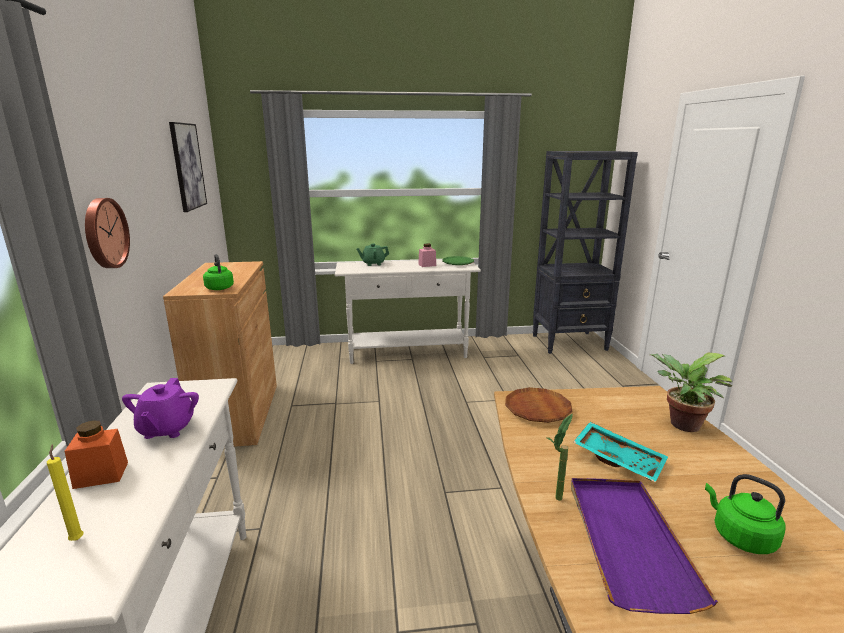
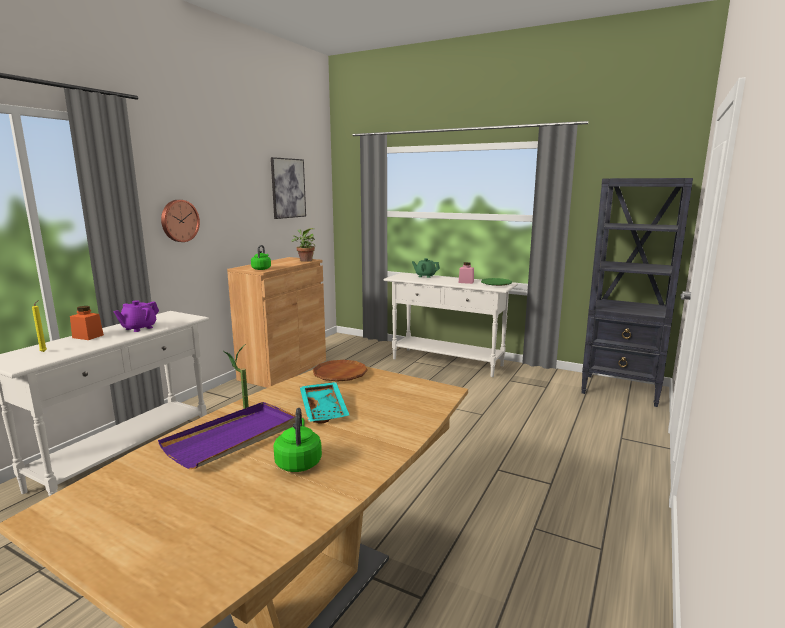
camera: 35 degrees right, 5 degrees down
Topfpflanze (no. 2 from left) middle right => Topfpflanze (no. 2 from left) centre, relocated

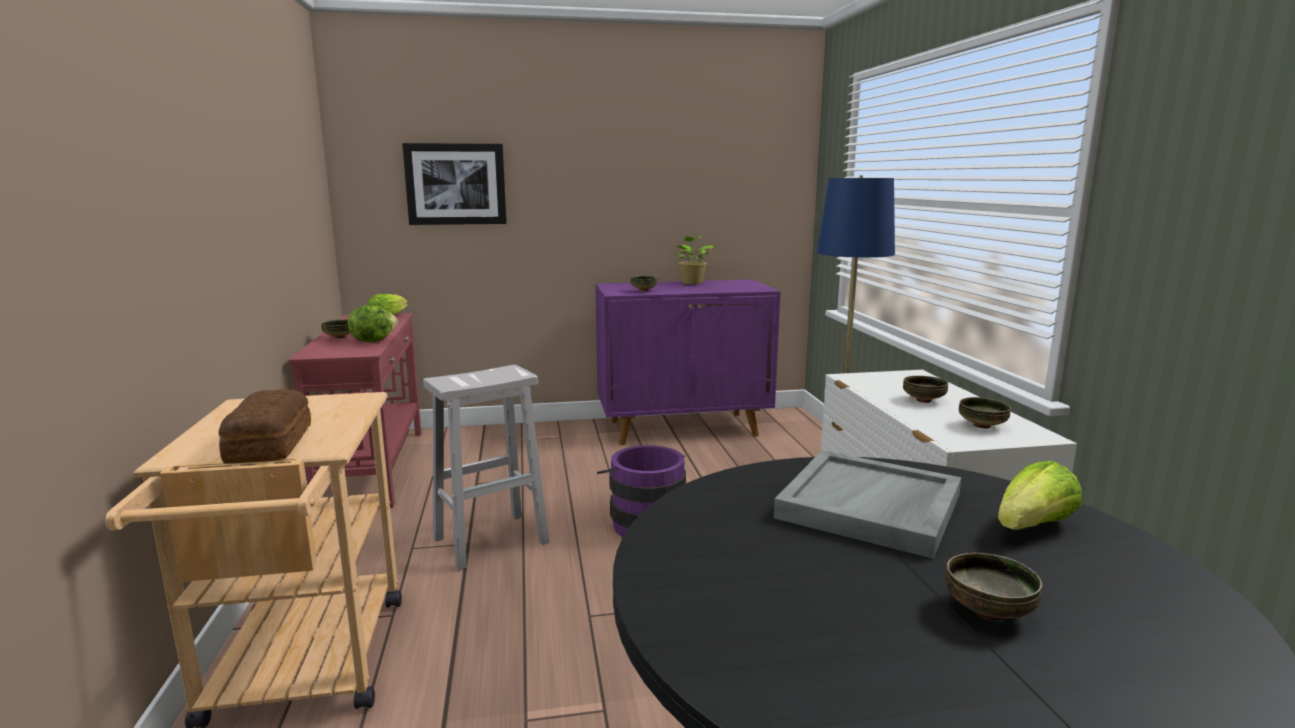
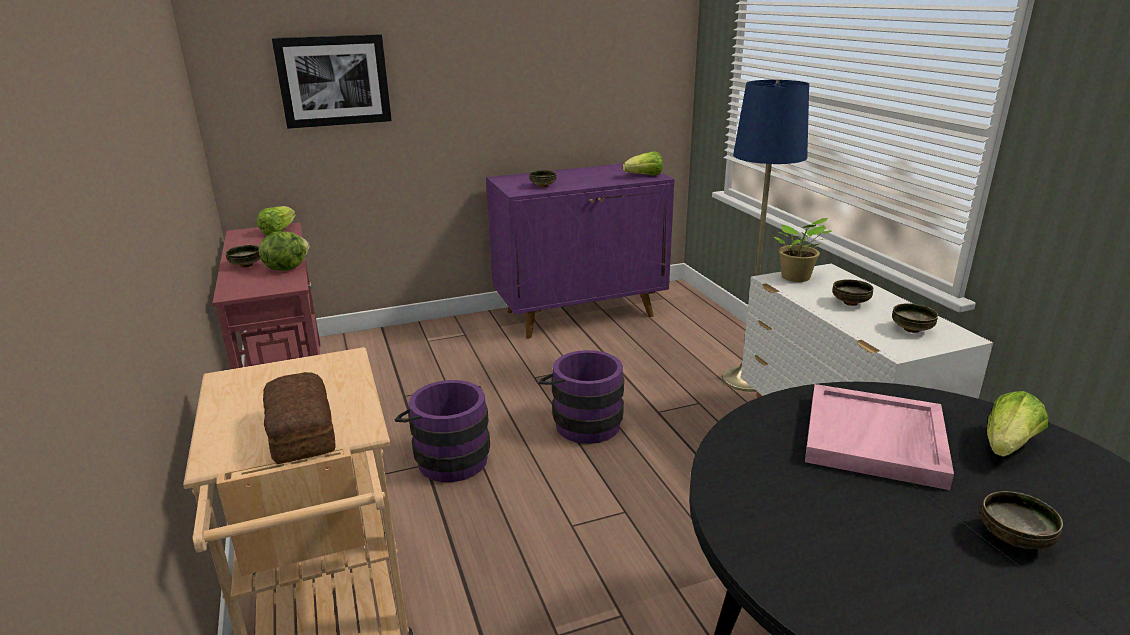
camera: 10 degrees left, 10 degrees up
Topfpflanze centre => Topfpflanze middle right, relocated
Hocker/weiß centre => Eimer/lila (no. 1 from left) bottom centre
Tablett/grau bottom right => Tablett/rosa bottom right
nothing => Salatkopf (no. 3 from left) top centre

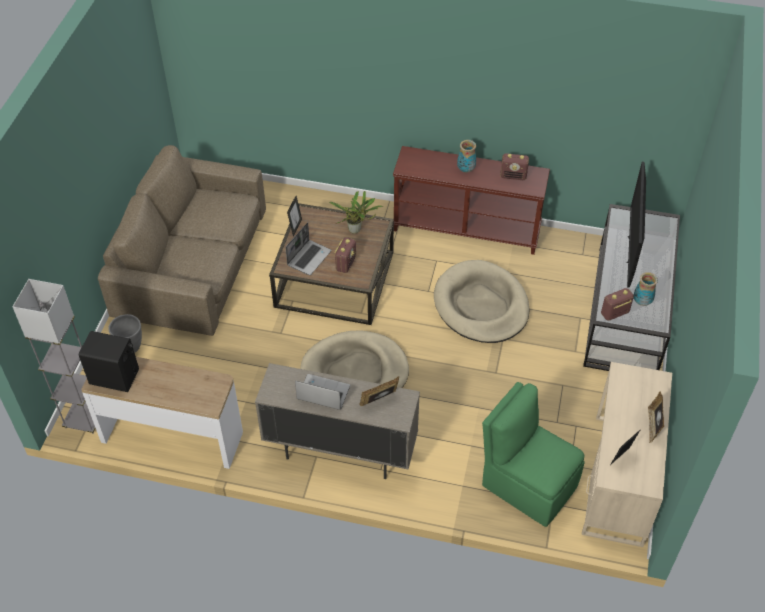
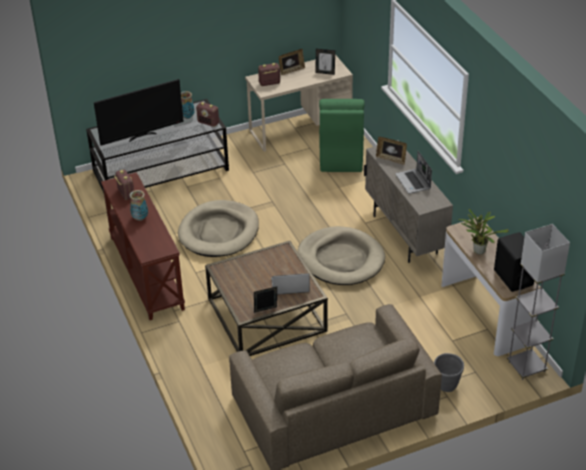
camera: 125 degrees left, 10 degrees down
Topfpflanze centre => Topfpflanze middle right, relocated
Radio (no. 1 from left in the first image) centre => Radio (no. 3 from left) top centre, relocated

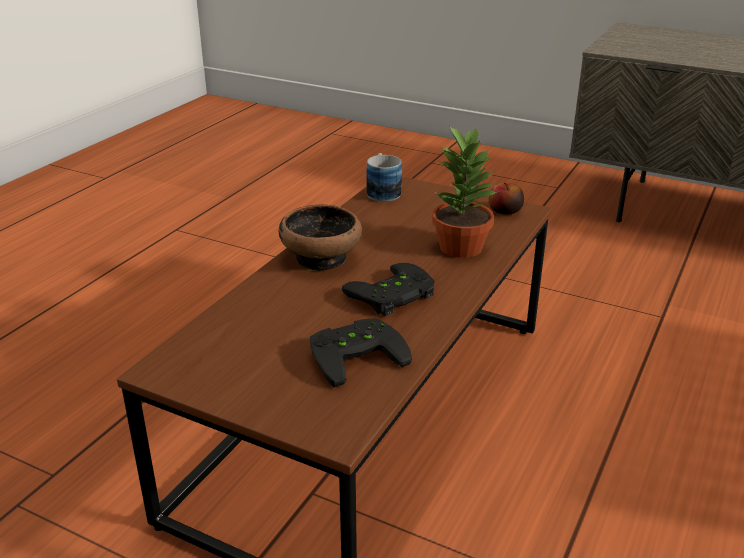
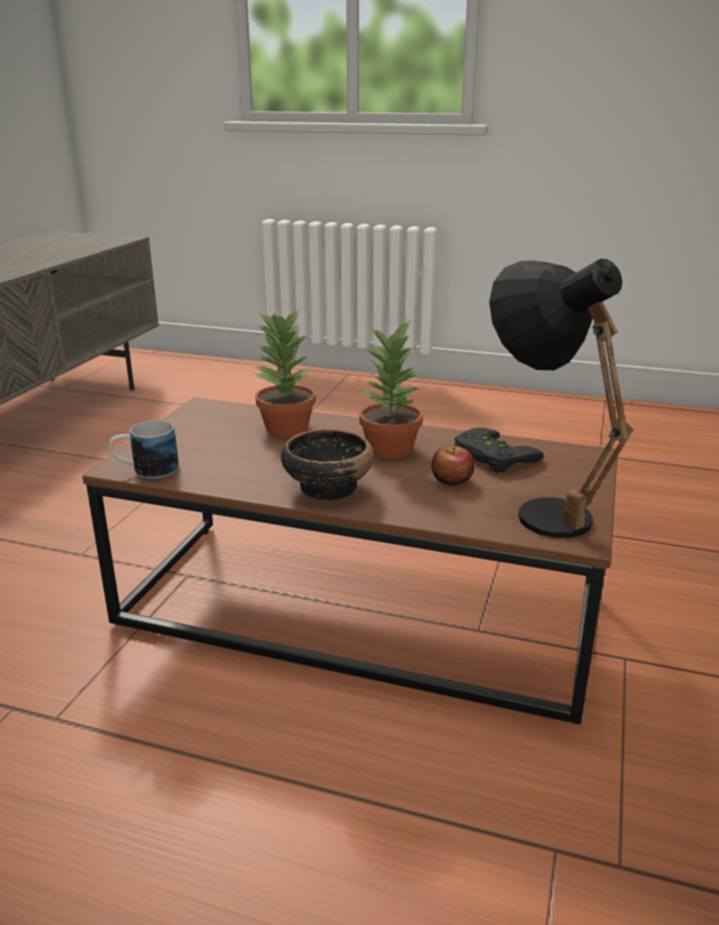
camera: 100 degrees left, 5 degrees down
Apfel middle right => Apfel centre, relocated
Gamepad/schwarz (no. 2 from left) centre => Topfpflanze (no. 2 from left) centre
nothing => Tischlampe/schwarz middle right

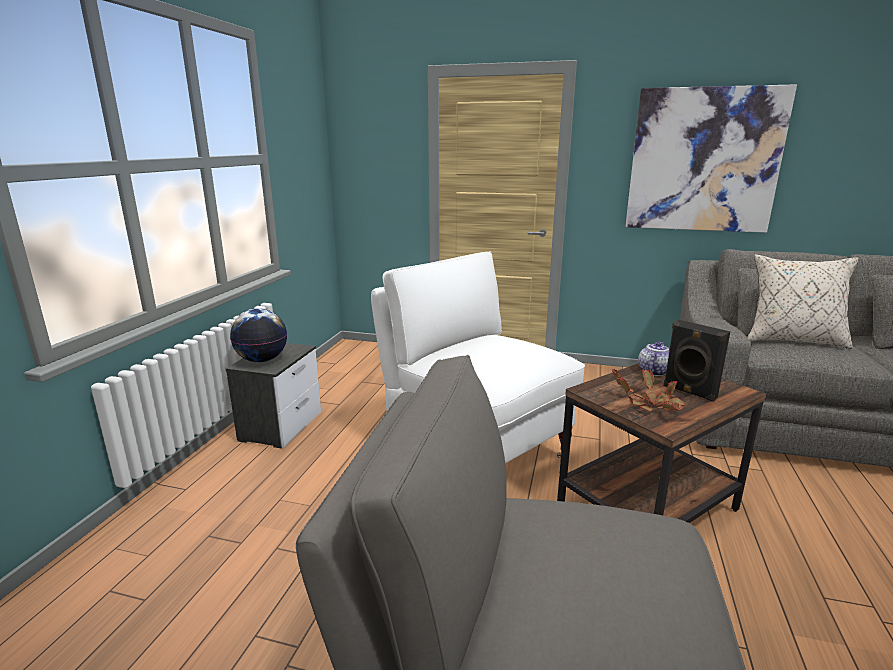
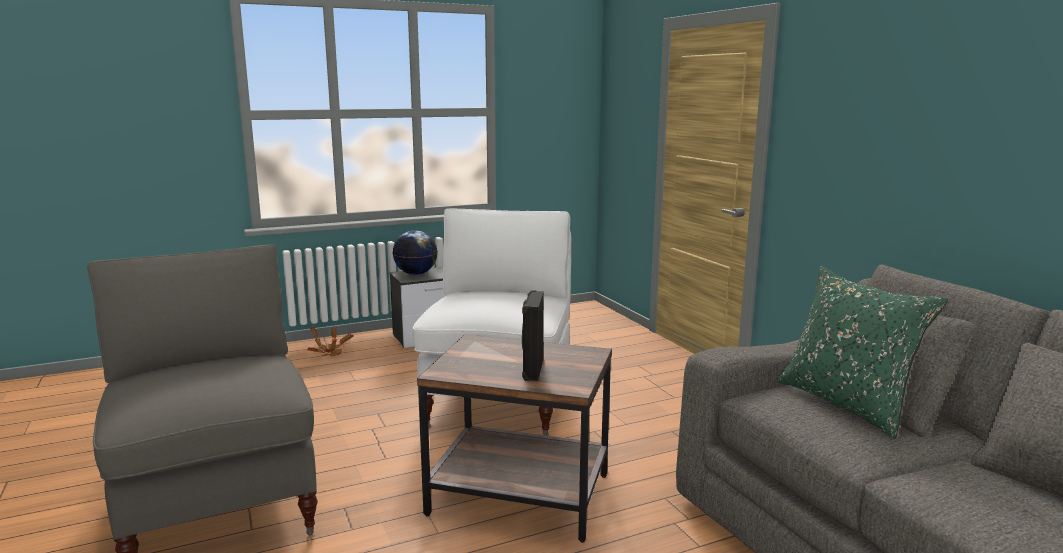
camera: 50 degrees right, 5 degrees down
Bild top right => nothing
Kissen/beige middle right => Kissen/grün middle right
Teekanne middle right => nothing
Topfpflanze middle right => Topfpflanze middle left, relocated

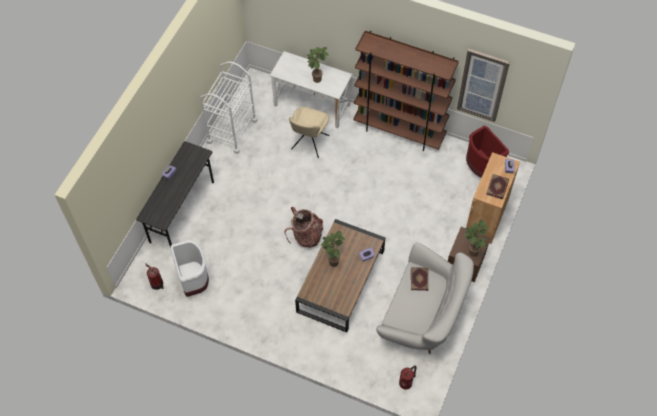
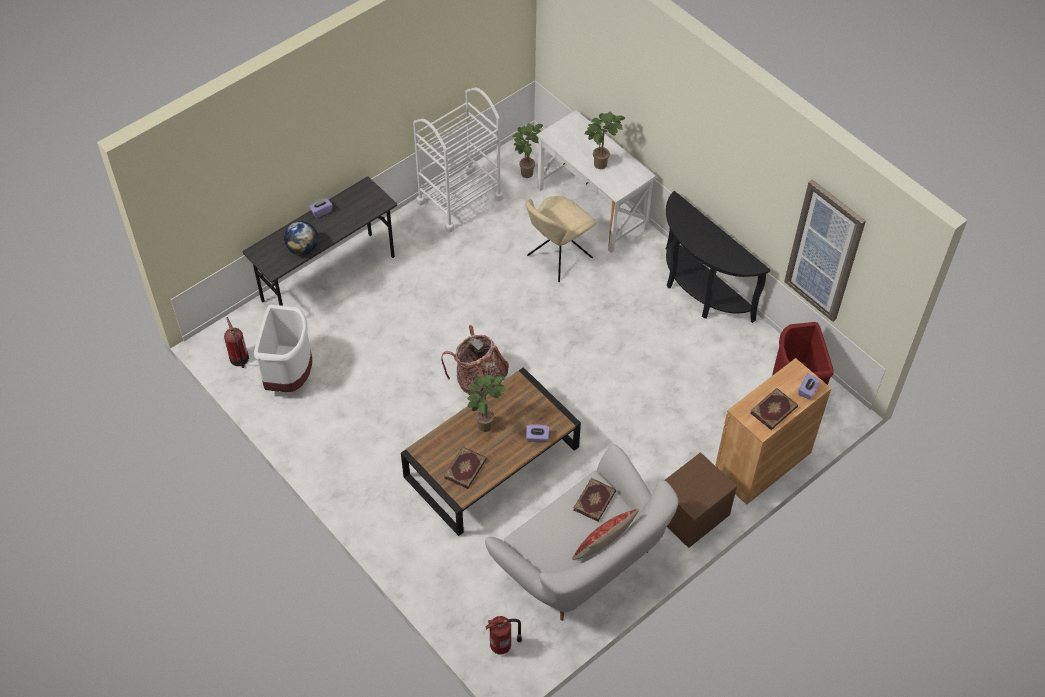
camera: 25 degrees right, 5 degrees down
Bücherregal/braun top centre => Konsolentisch/schwarz middle right
Topfpflanze (no. 3 from left in the first image) middle right => Topfpflanze (no. 2 from left) top centre, relocated
nothing => Globus middle left
nothing => Buch (no. 1 from left) bottom centre
nothing => Kissen bottom centre

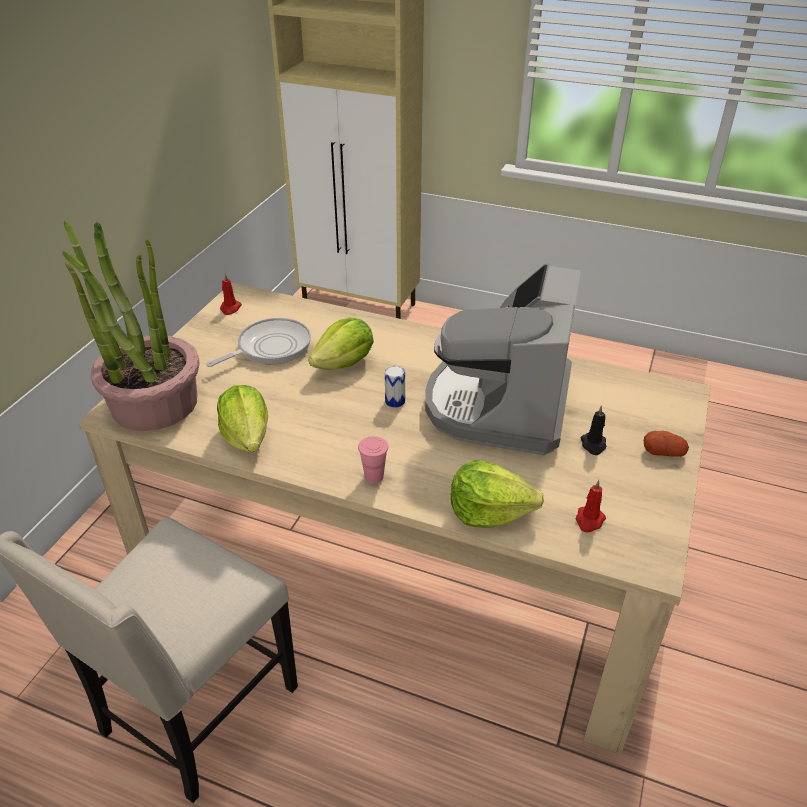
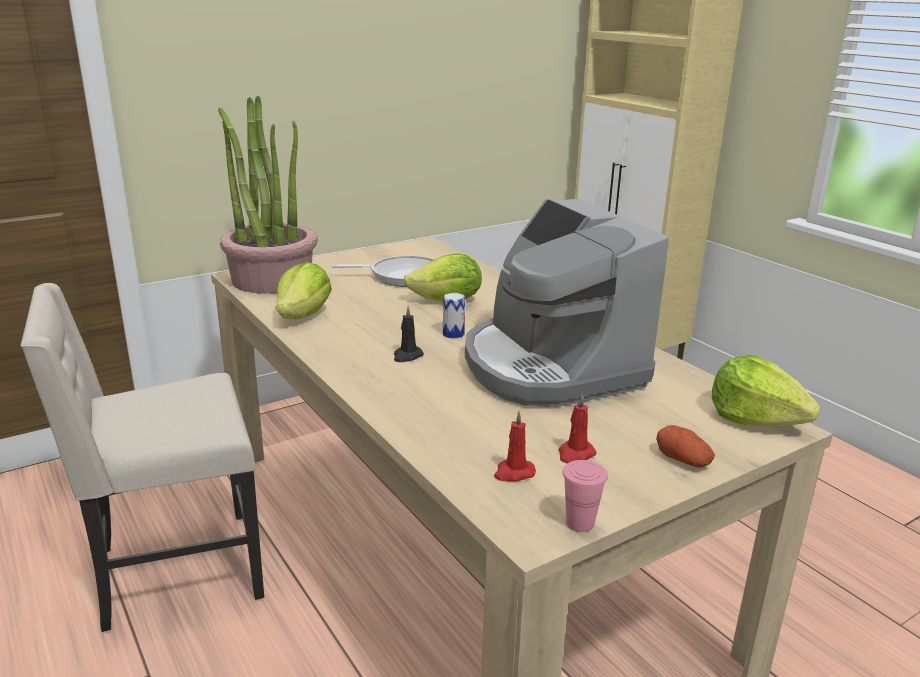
camera: 35 degrees right, 15 degrees down
Kaffeemaschine centre, 75 degrees counterclockwise
Kerze/rot (no. 1 from left in the first image) middle left => Kerze/rot (no. 2 from left) centre, relocated
Kerze/schwarz middle right => Kerze/schwarz centre, relocated
Tasse/rosa centre => Tasse/rosa bottom centre, relocated
Salatkopf (no. 3 from left) centre => Salatkopf (no. 3 from left) middle right, relocated

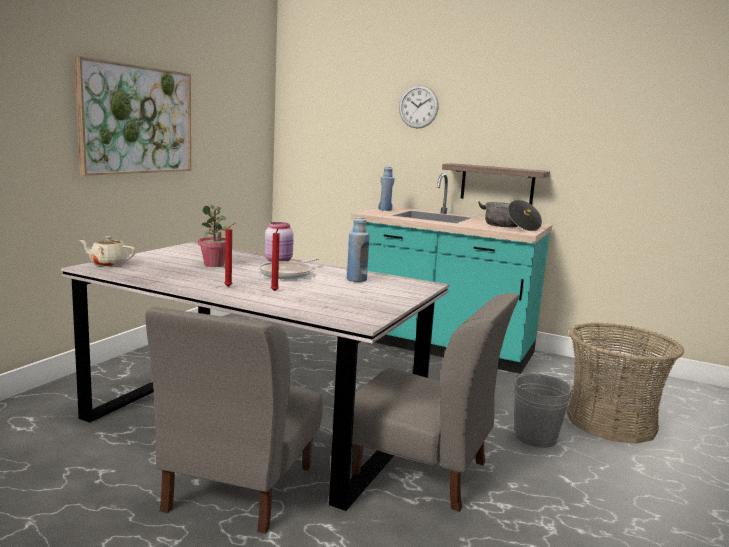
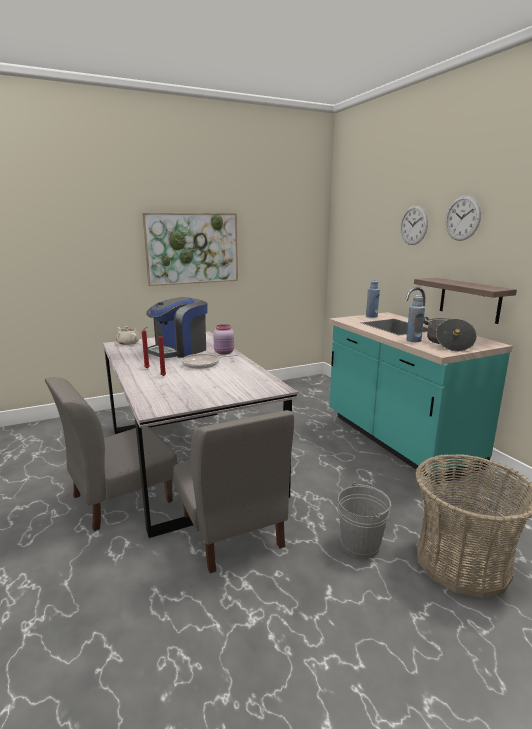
camera: 40 degrees right, 5 degrees up
Topfpflanze middle left => Kaffeemaschine middle left
Flasche/blau (no. 1 from left in the first image) centre => Flasche/blau (no. 2 from left) middle right, relocated
nothing => Wanduhr (no. 2 from left) top right

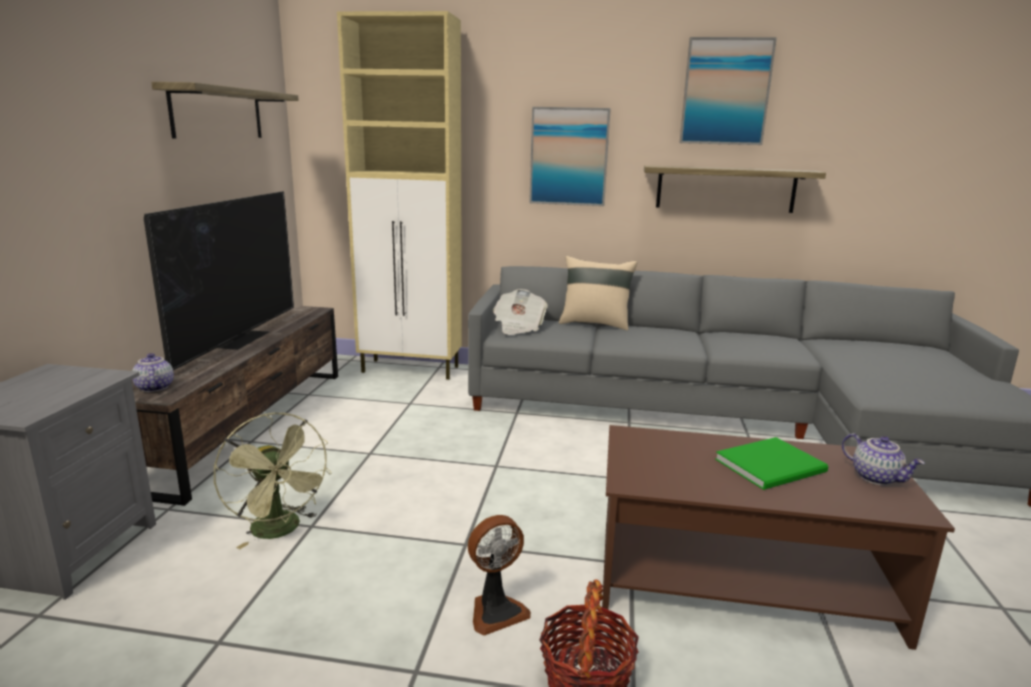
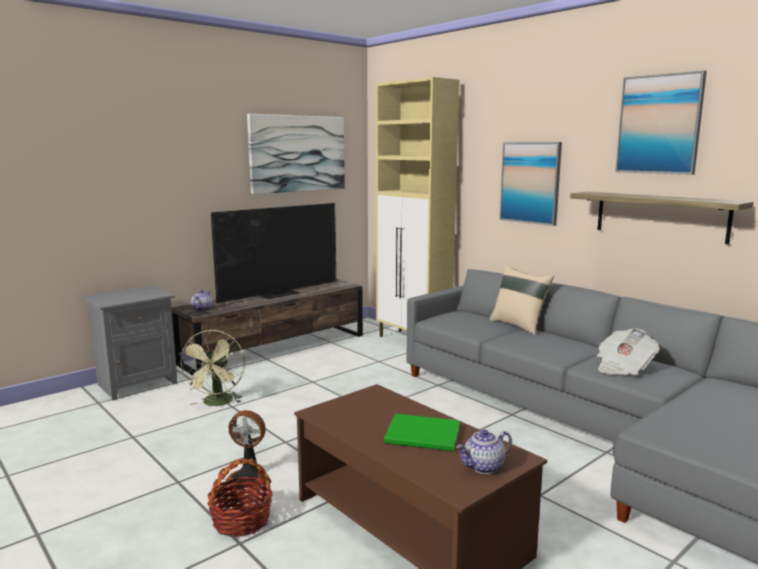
camera: 40 degrees right, 5 degrees down
Wandregal (no. 1 from left) top left => Bild (no. 1 from left) top centre
Zeitung centre => Zeitung middle right, relocated
Teekanne (no. 2 from left) bottom right => Teekanne (no. 2 from left) bottom centre, 60 degrees clockwise

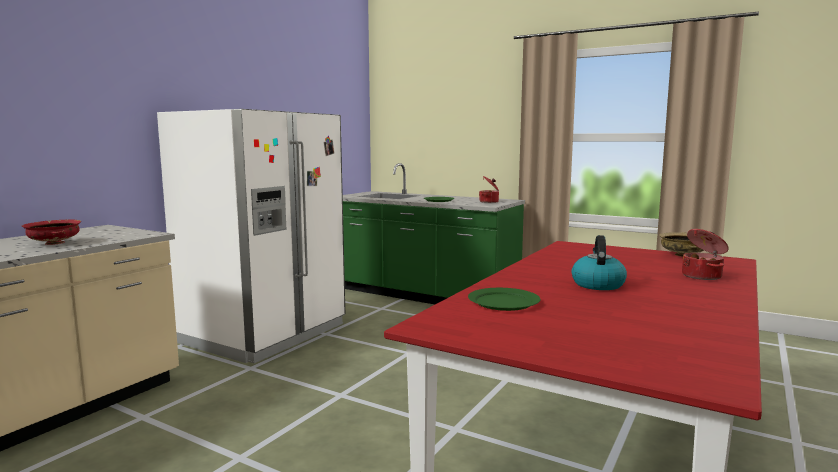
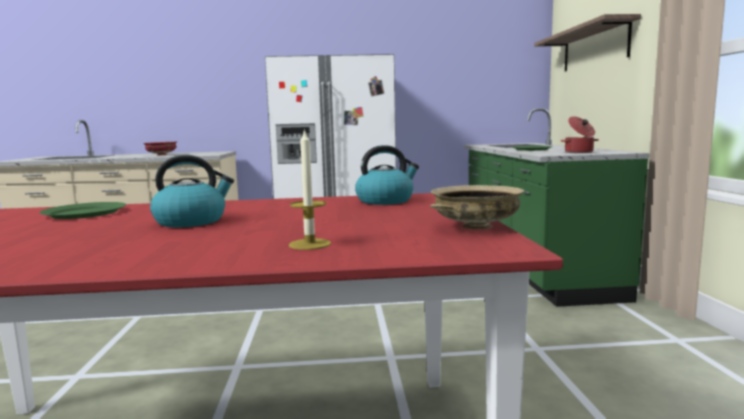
camera: 55 degrees right, 0 degrees up
Kochtopf (no. 2 from left) middle right => Kerze centre
nothing => Wandregal top right
nothing => Wasserkessel (no. 2 from left) centre

